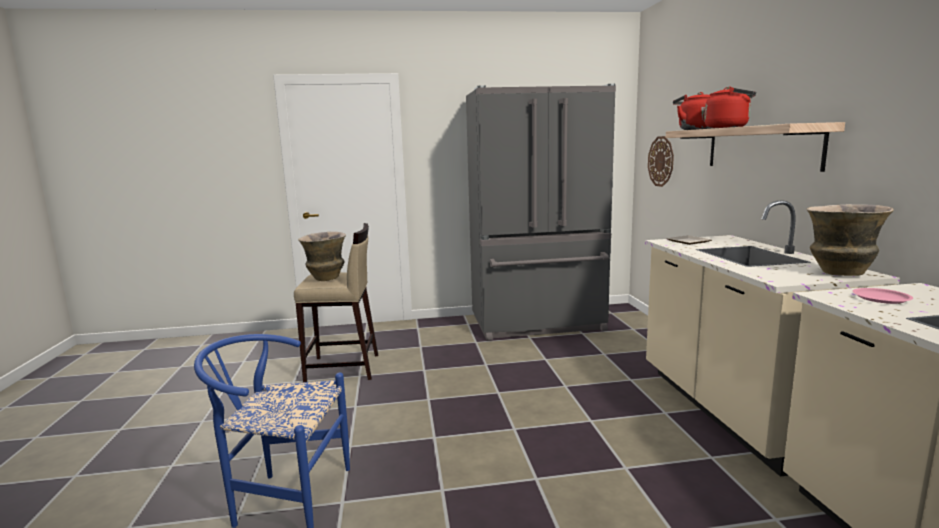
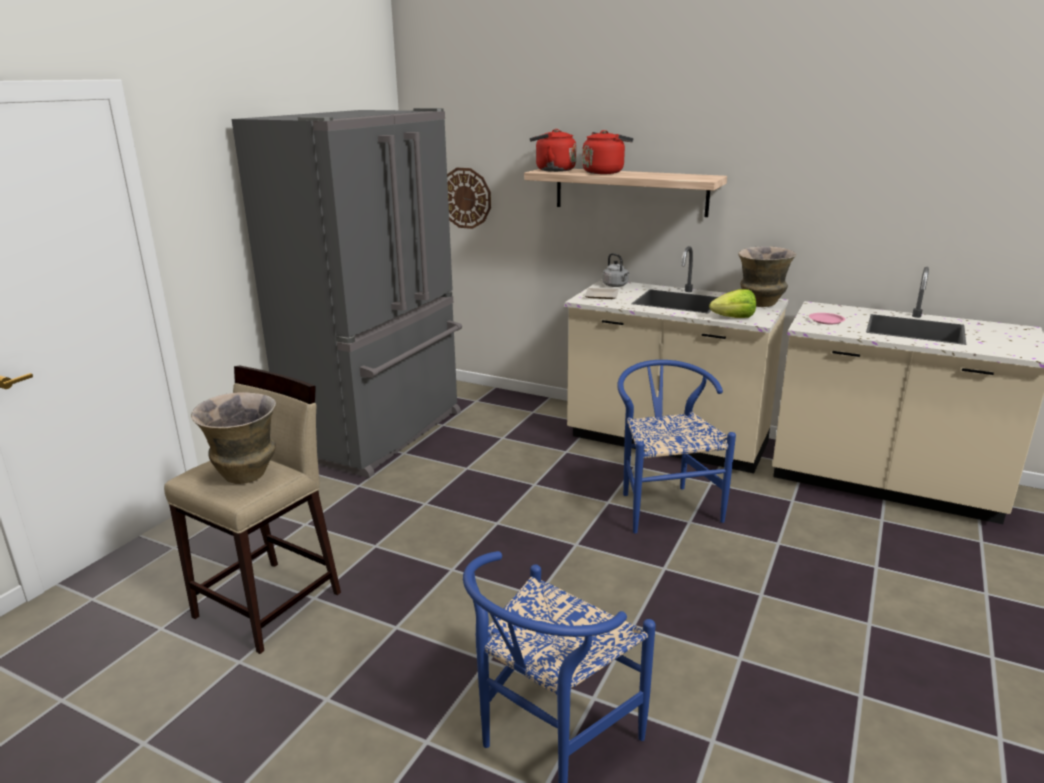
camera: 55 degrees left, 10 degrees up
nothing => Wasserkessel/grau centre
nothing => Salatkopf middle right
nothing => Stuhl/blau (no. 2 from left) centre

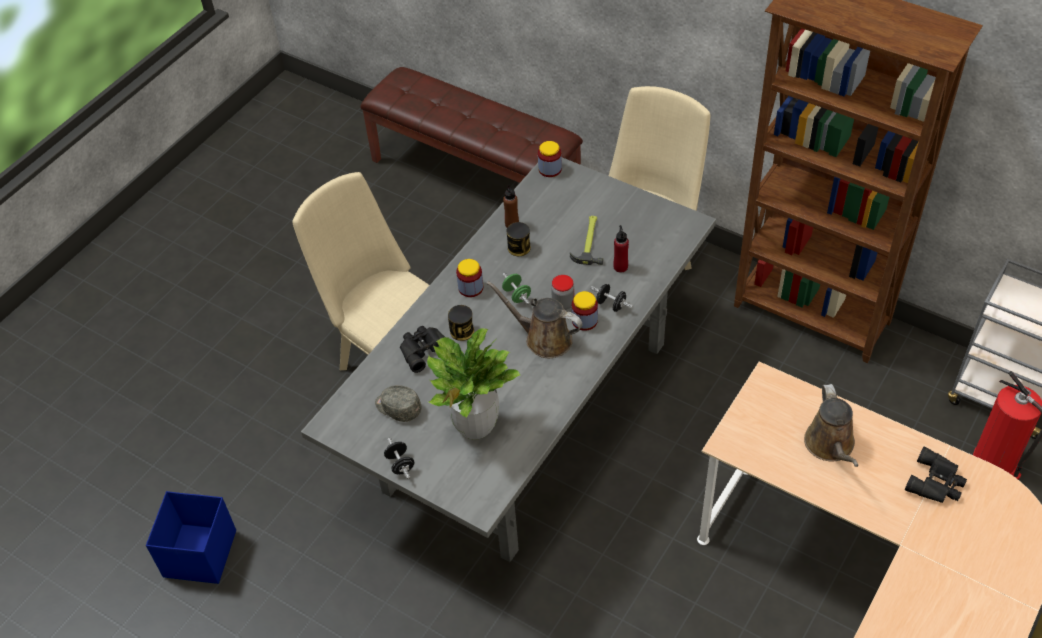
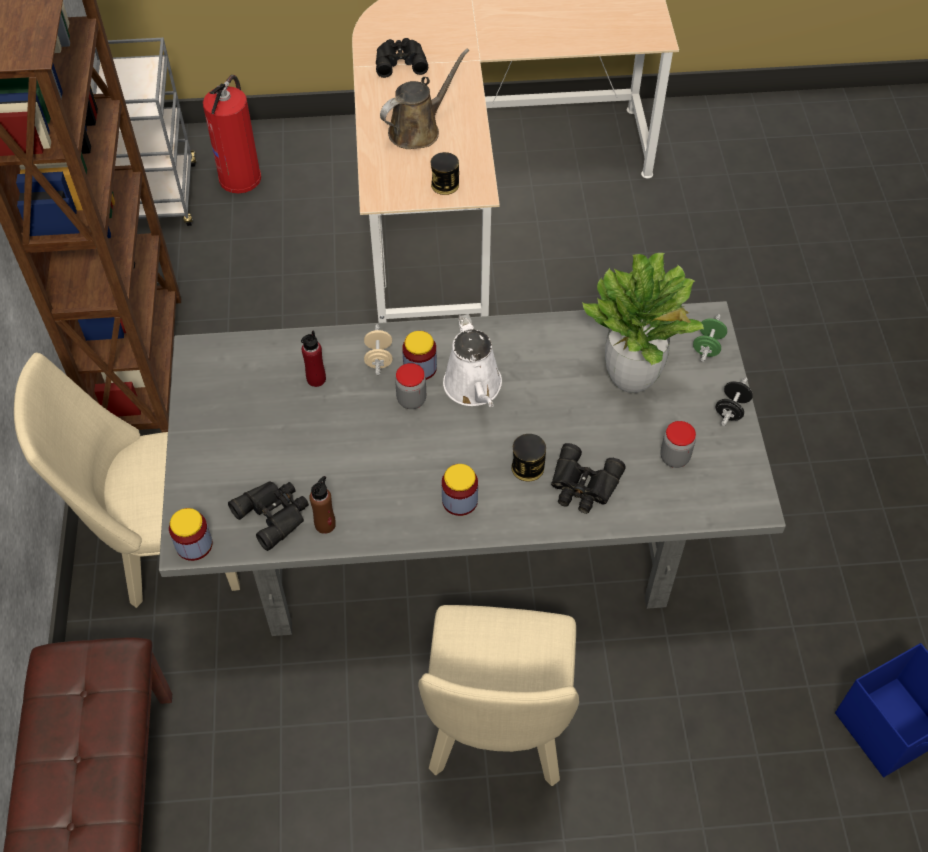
camera: 130 degrees left, 5 degrees up
Hammer centre => nothing
Dose (no. 2 from left in the first image) centre => Dose (no. 1 from left) top centre, relocated
Hantel/grün centre => Hantel/grün middle right, relocated
Gießkanne/braun (no. 1 from left) centre => Gießkanne/weiß centre
Hantel/schwarz (no. 2 from left) centre => Hantel/beige centre
Kappe/grau centre => Vorratsglas (no. 5 from left) middle right
nothing => Fernglas/schwarz (no. 1 from left) middle left

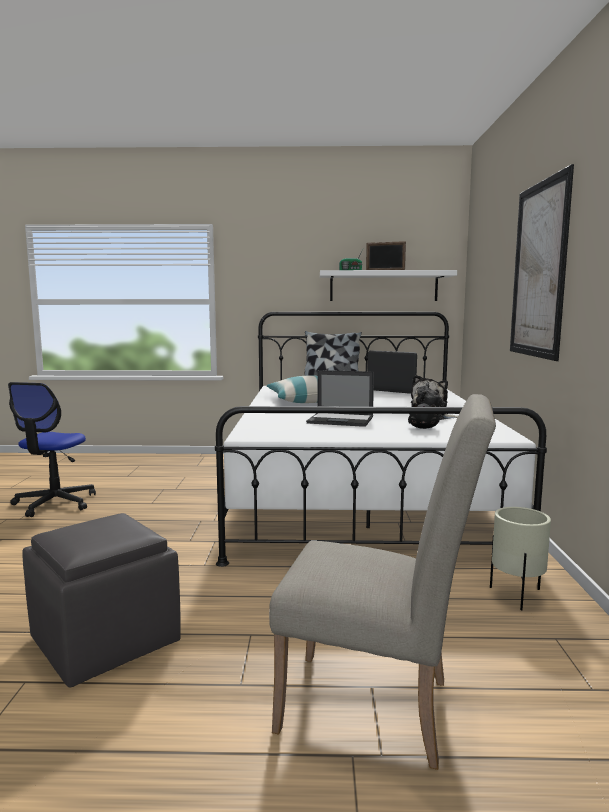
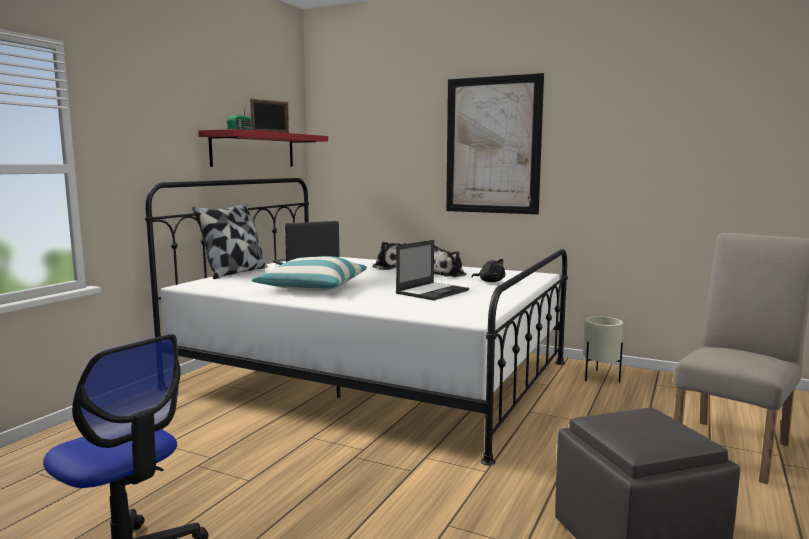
camera: 65 degrees left, 0 degrees up
Wandregal/weiß centre => Wandregal/rot top left

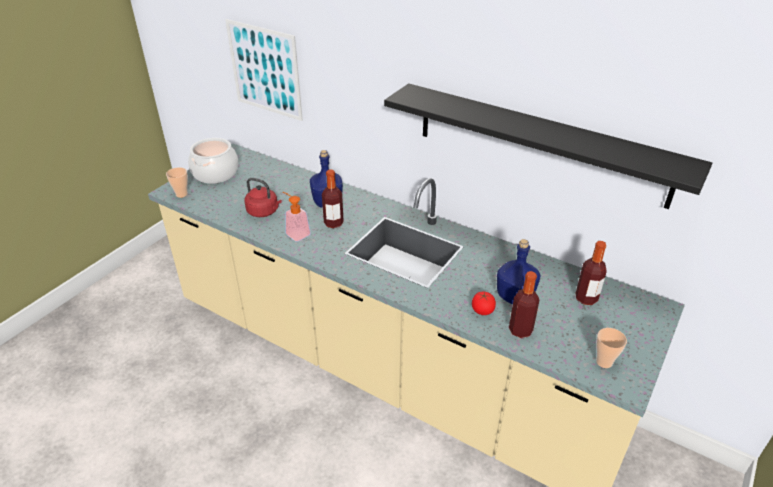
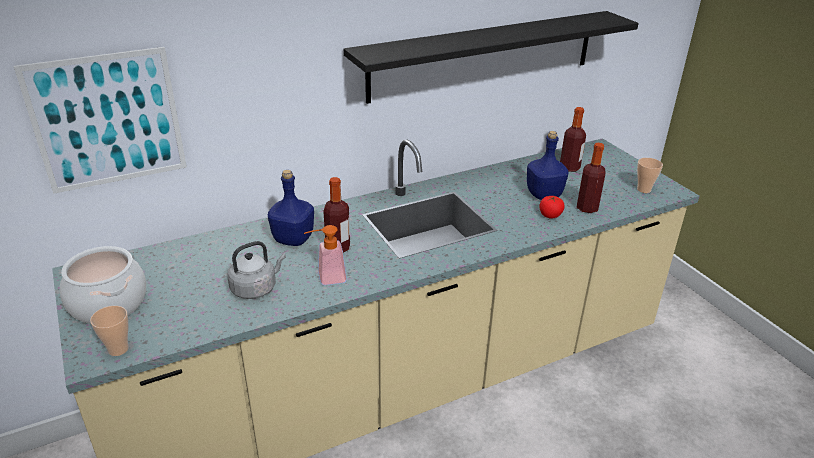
camera: 60 degrees left, 5 degrees down
Wasserkessel/rot centre => Wasserkessel/grau middle left

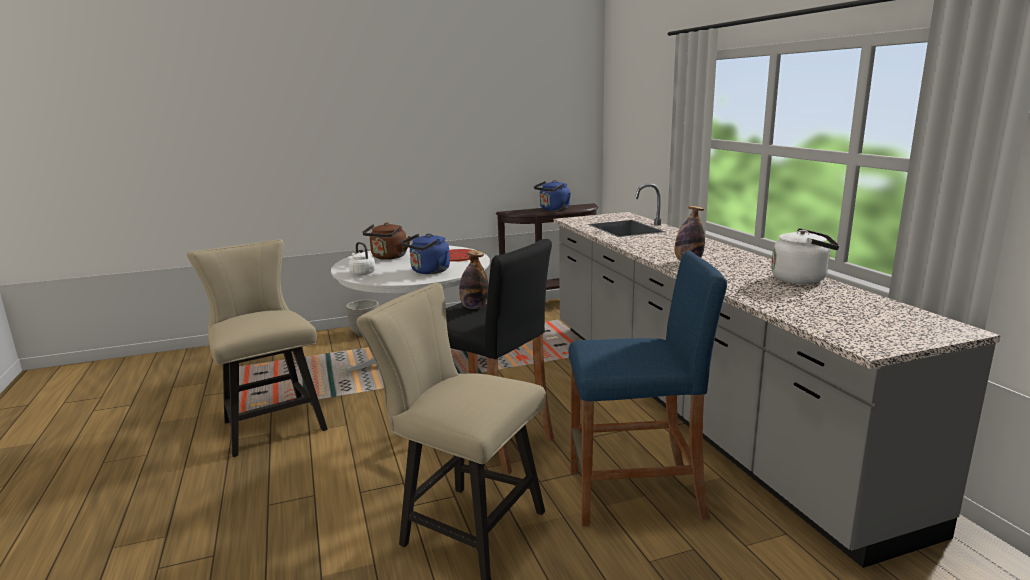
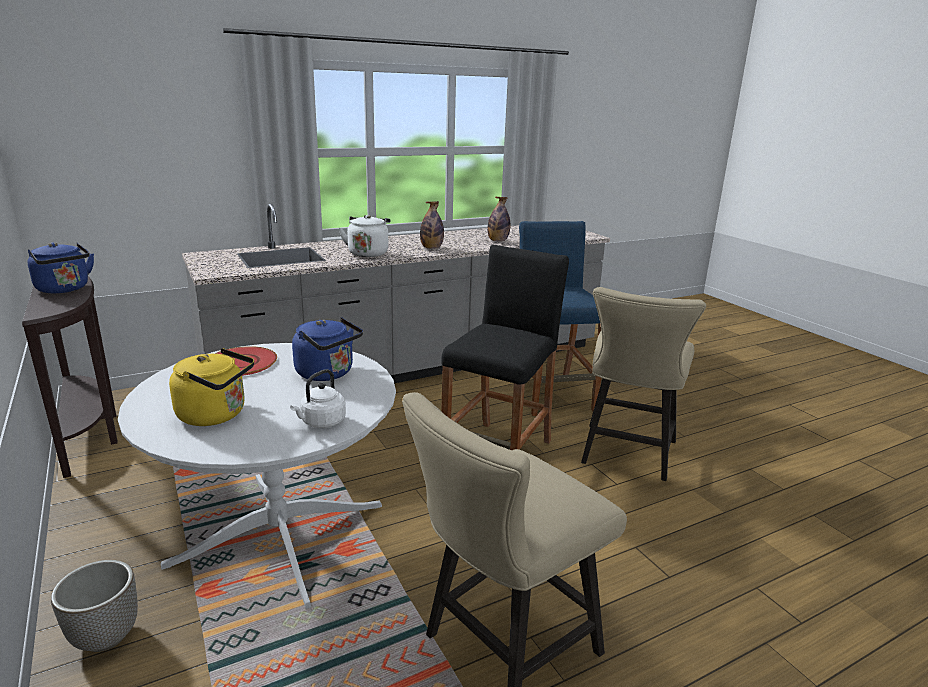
camera: 100 degrees left, 5 degrees up
Wasserkessel/braun centre => Wasserkessel/gelb middle left
Wasserkessel/weiß (no. 2 from left) middle right => Wasserkessel/weiß (no. 2 from left) centre, relocated
Flasche (no. 1 from left in the first image) centre => Flasche (no. 2 from left) top centre, relocated

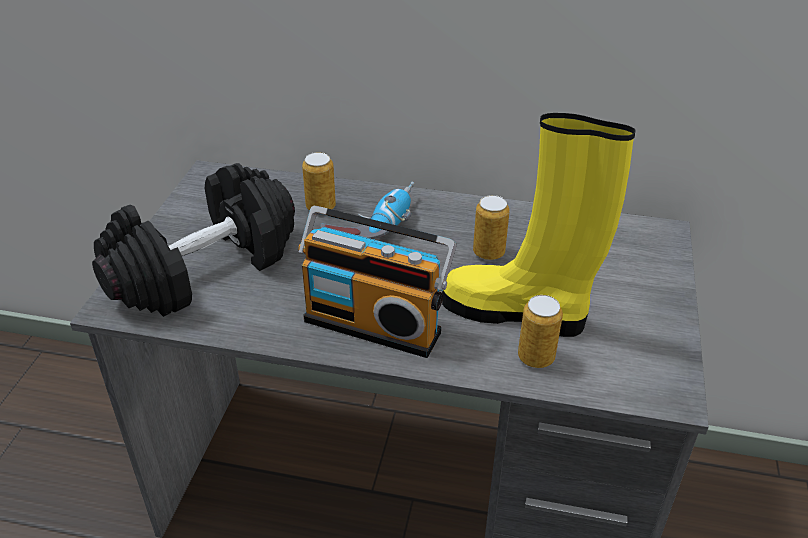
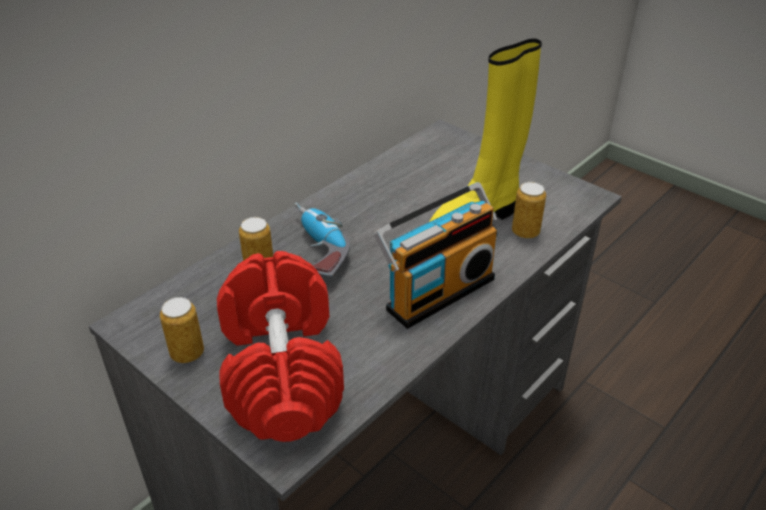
camera: 60 degrees left, 0 degrees up
Hantel/schwarz middle left => Hantel/rot bottom centre
Dose (no. 2 from left in the first image) centre => Dose (no. 1 from left) middle left, relocated

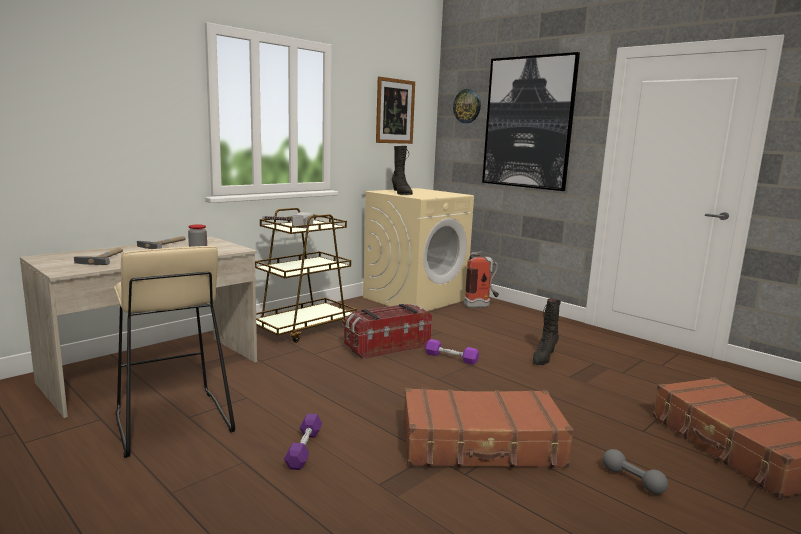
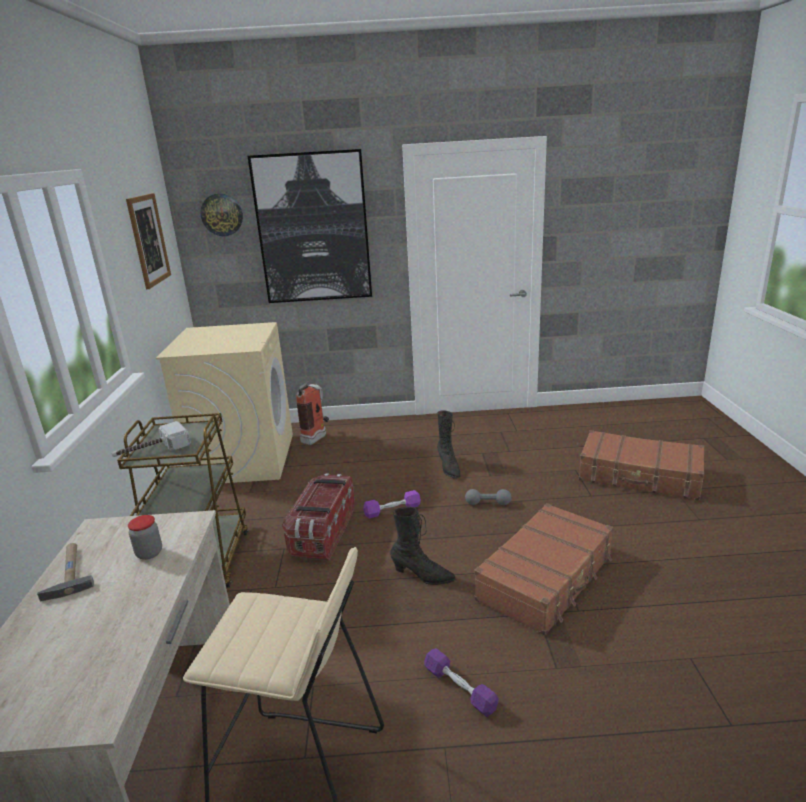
camera: 45 degrees left, 10 degrees up
Stiefel/schwarz (no. 1 from left) top centre => Stiefel/schwarz (no. 1 from left) bottom centre, relocated
Hammer (no. 1 from left) middle left => nothing
Hantel/grau bottom right => Hantel/grau centre, relocated

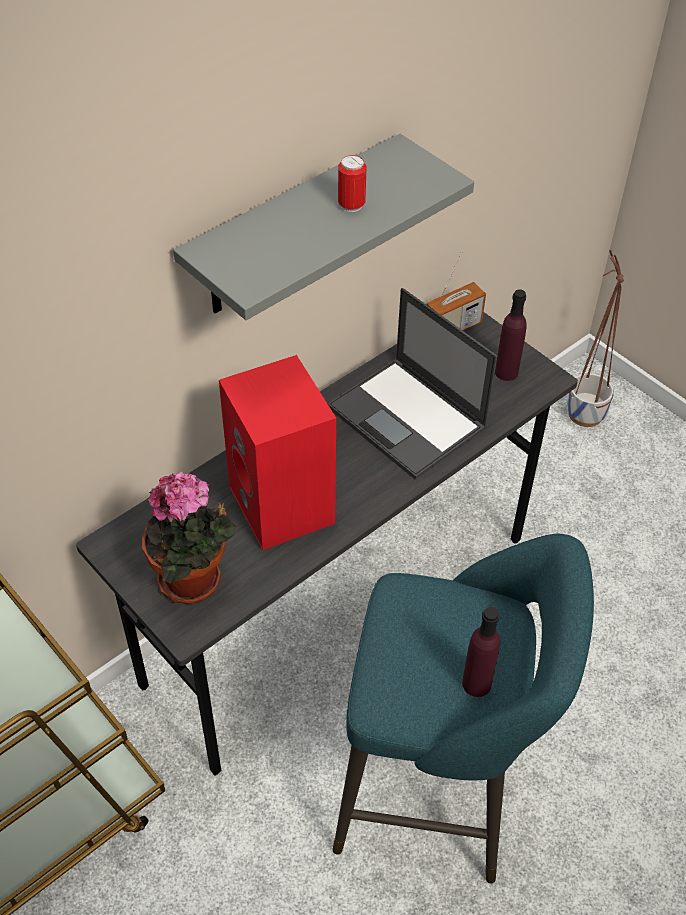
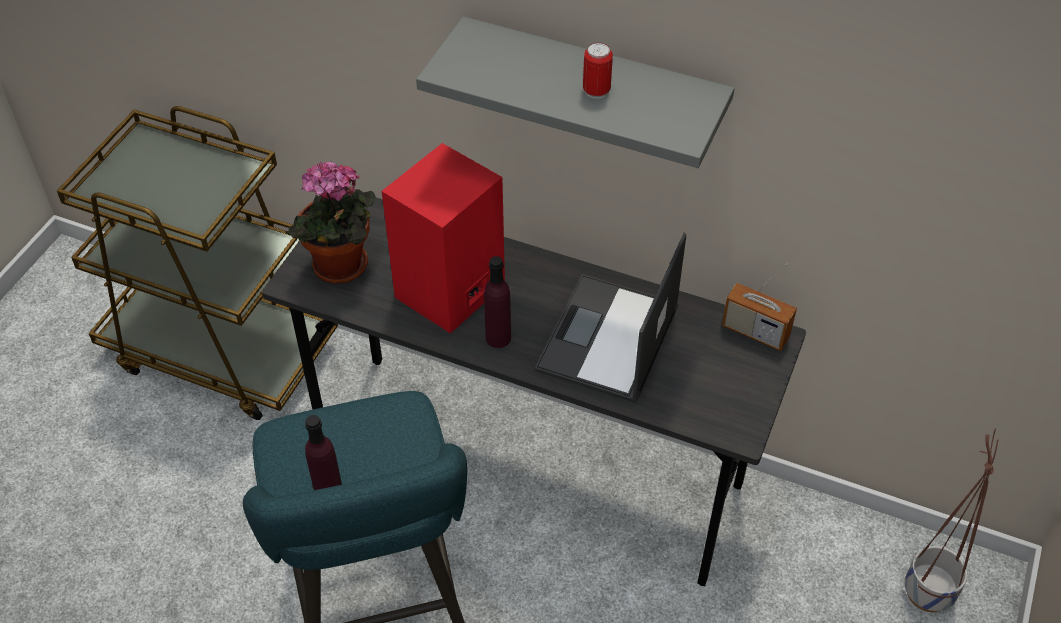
camera: 65 degrees right, 0 degrees up
Flasche/lila (no. 2 from left) middle right => Flasche/lila (no. 2 from left) centre, relocated

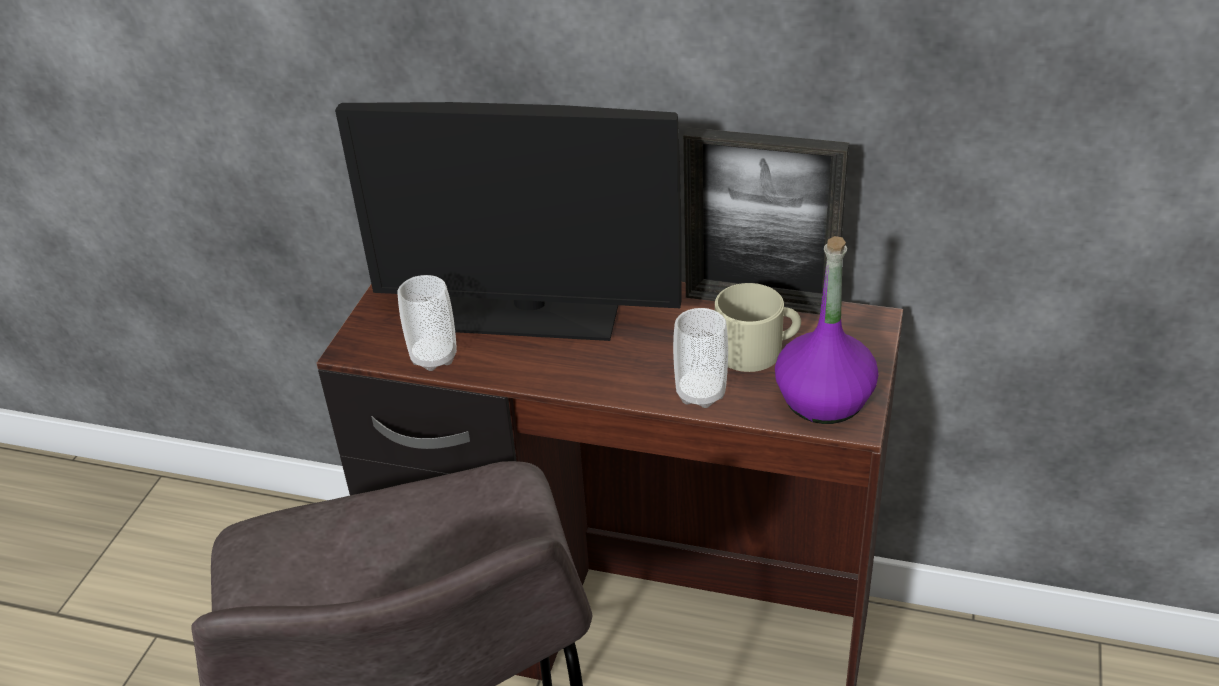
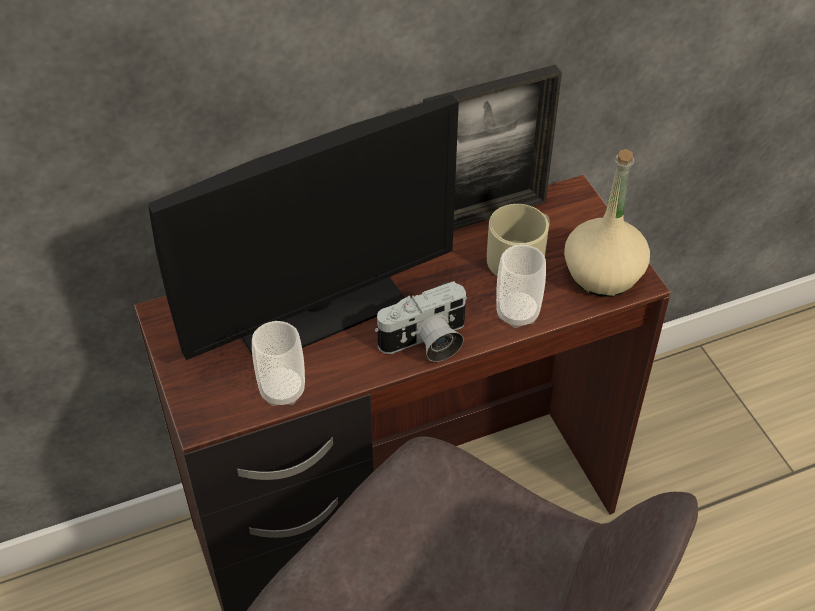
camera: 40 degrees left, 10 degrees up
Flasche/lila middle right => Flasche/beige middle right
nothing => Kamera centre

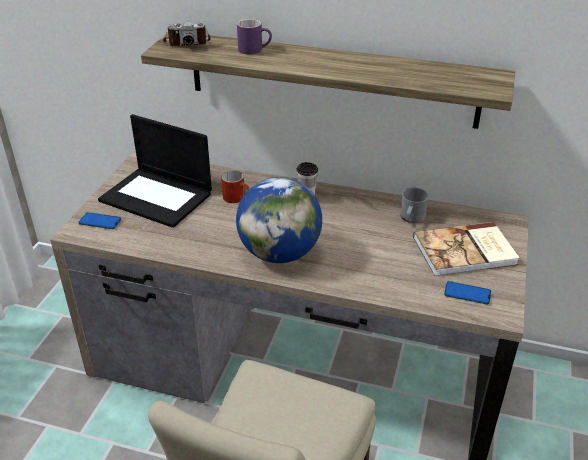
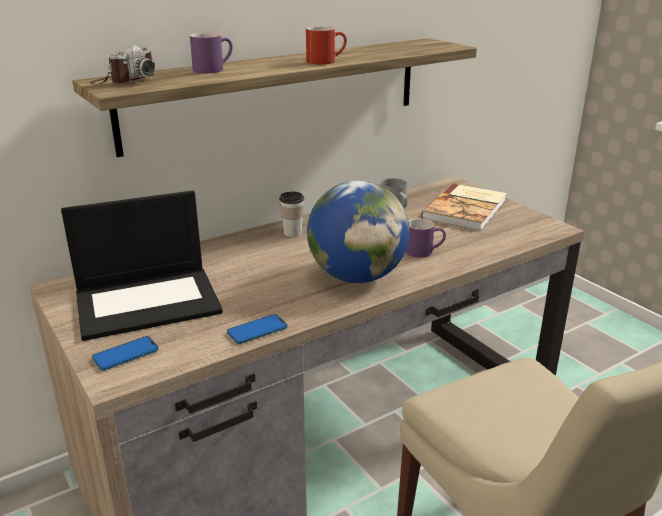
camera: 50 degrees left, 10 degrees down
Henkelbecher/rot centre => Henkelbecher/rot top centre, relocated
Handy (no. 2 from left) middle right => Handy (no. 2 from left) centre, relocated
nothing => Henkelbecher/lila (no. 2 from left) centre

